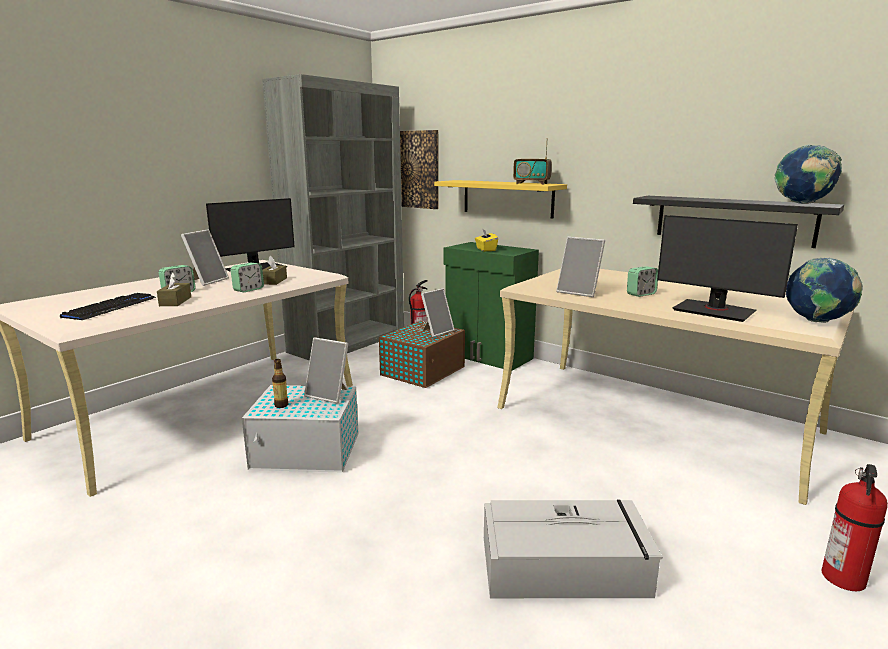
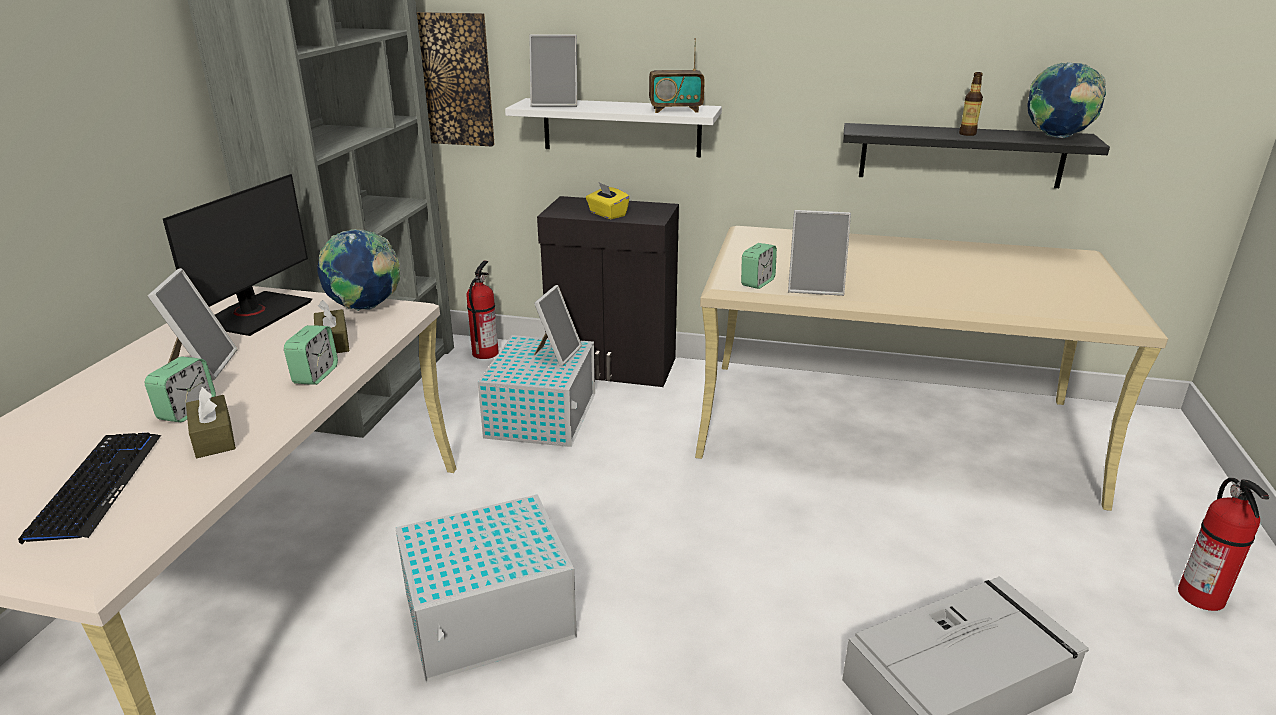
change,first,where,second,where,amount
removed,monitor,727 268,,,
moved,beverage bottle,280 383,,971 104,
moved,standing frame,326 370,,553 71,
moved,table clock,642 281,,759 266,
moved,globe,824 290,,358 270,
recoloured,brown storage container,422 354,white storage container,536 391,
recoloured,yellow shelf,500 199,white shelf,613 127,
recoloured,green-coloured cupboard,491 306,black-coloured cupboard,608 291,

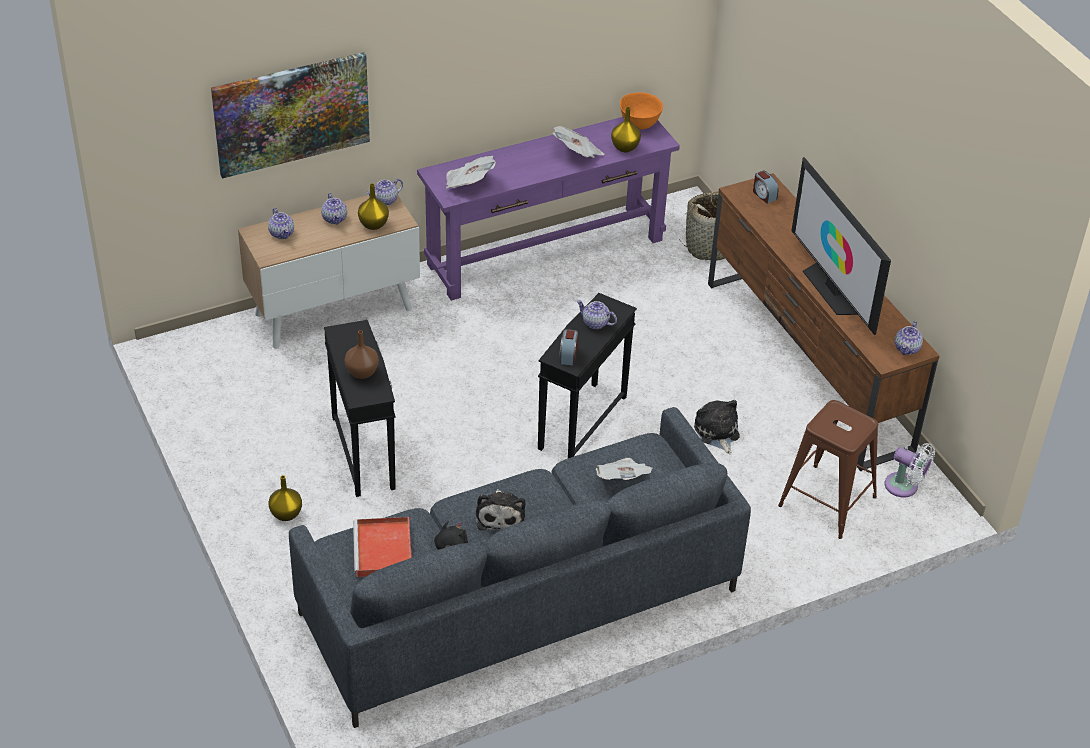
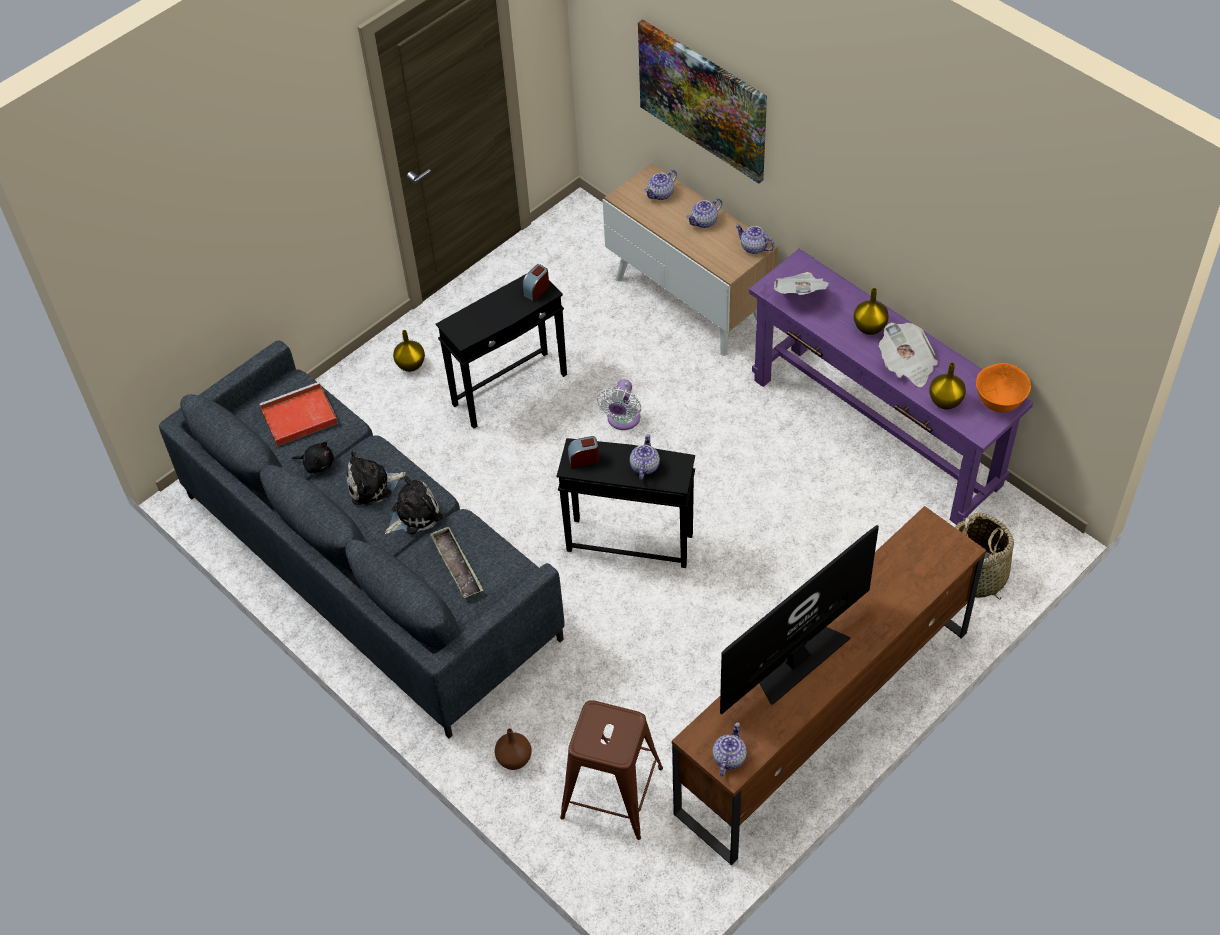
change,first,where,second,where,amount
moved,brown decorative vase,362 354,,513 749,
moved,yellow decorative vase,373 206,,871 311,
moved,plush toy,717 427,,414 505,
moved,table clock,766 187,,535 282,
moved,white fan,910 470,,619 404,
replaced,newspaper,624 469,tray,457 562,
turned,teapot,909 338,,730 749,105 degrees clockwise

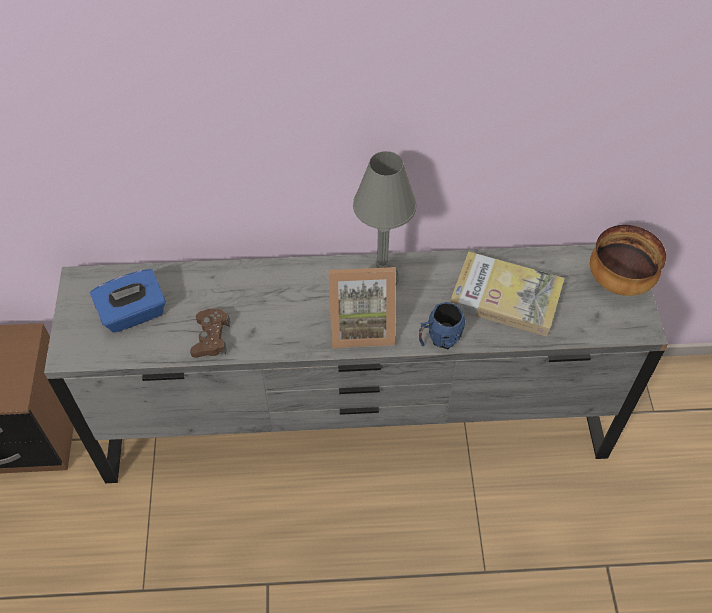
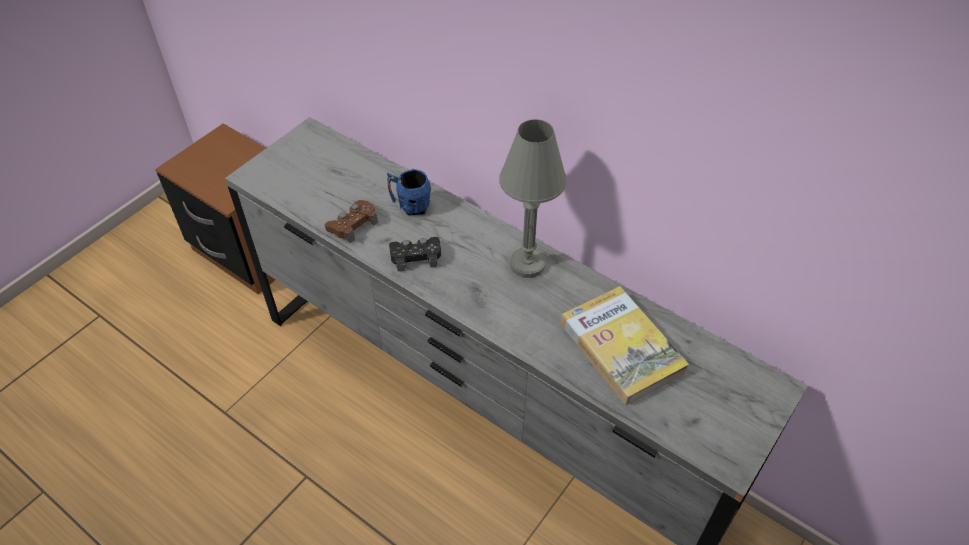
change,first,where,second,where,amount
removed,blue tissue holder,128 301,,,
removed,standing frame,362 307,,,
removed,deep dish,628 260,,,
added,,,black-coloured joypad,415 254,
moved,blue tea mug,442 325,,409 192,

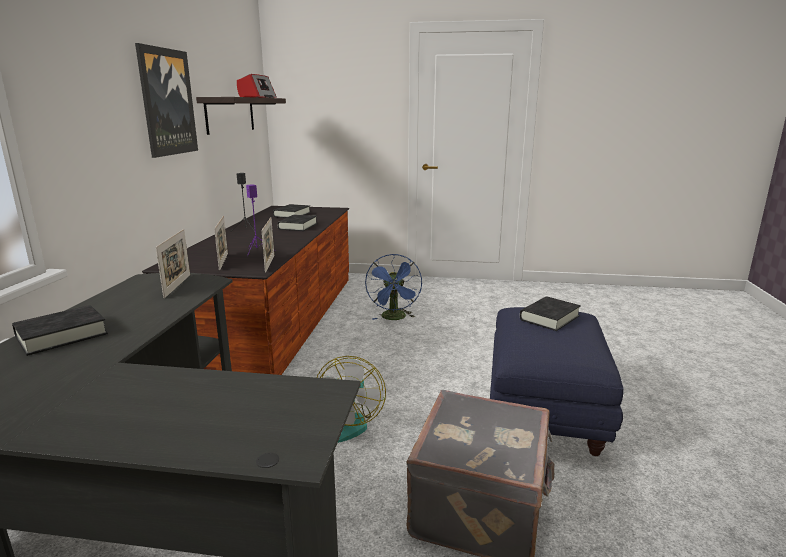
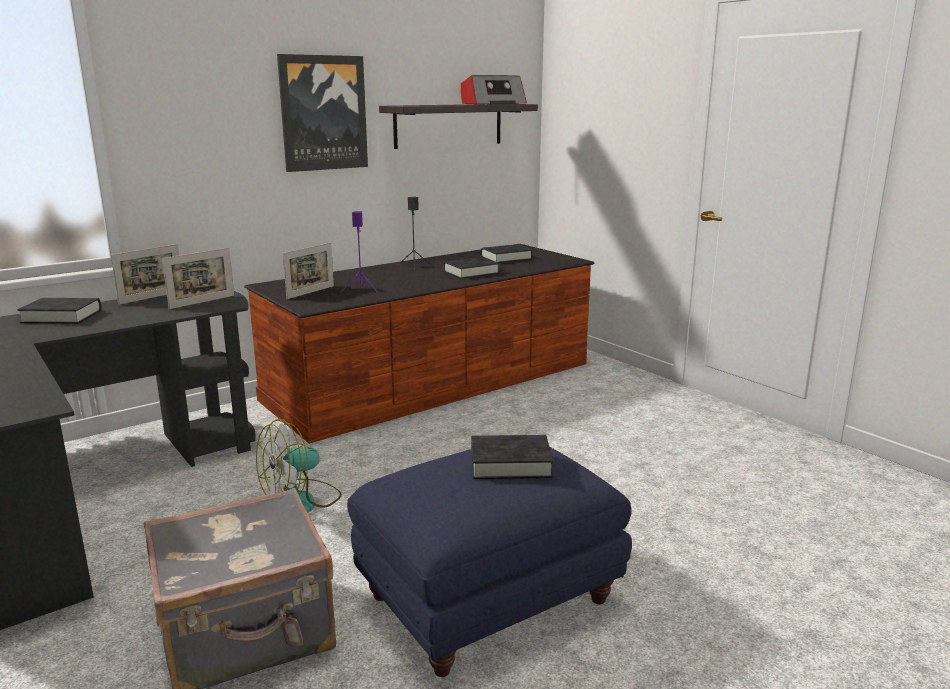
change,first,where,second,where,amount
removed,blue fan,393 287,,,
moved,standing frame,267 245,,145 274,

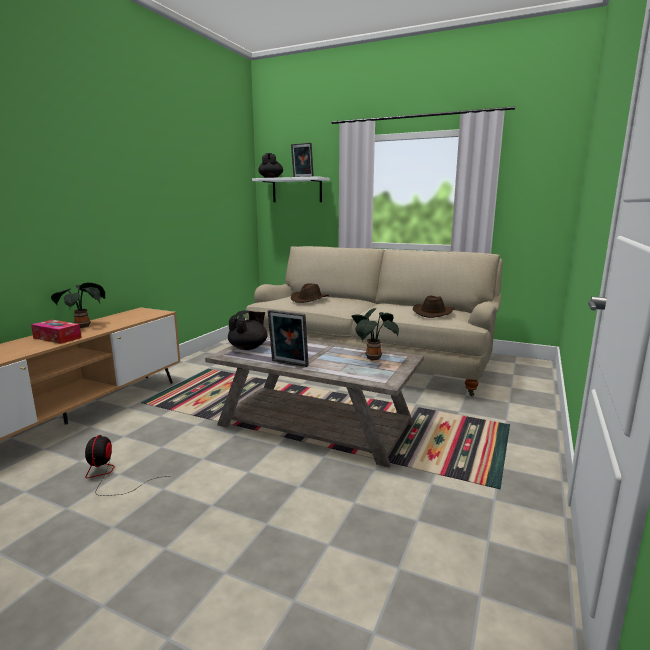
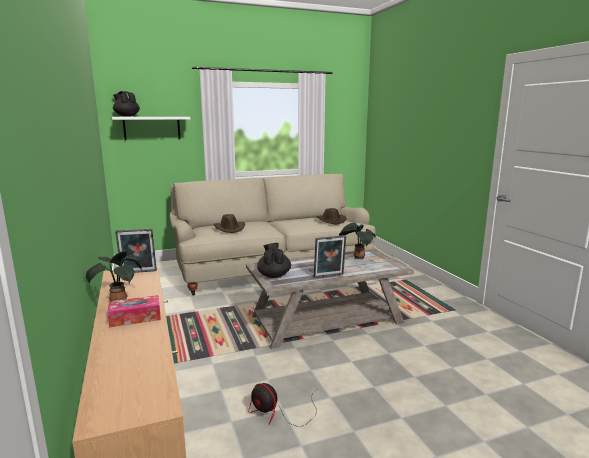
change,first,where,second,where,amount
moved,standing frame,302 160,,136 251,

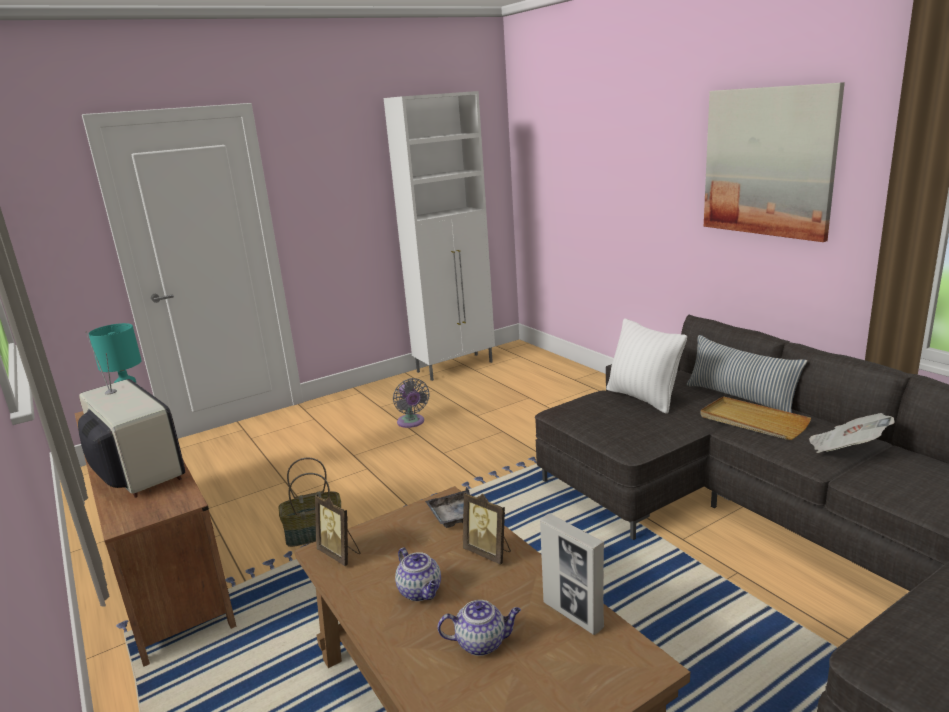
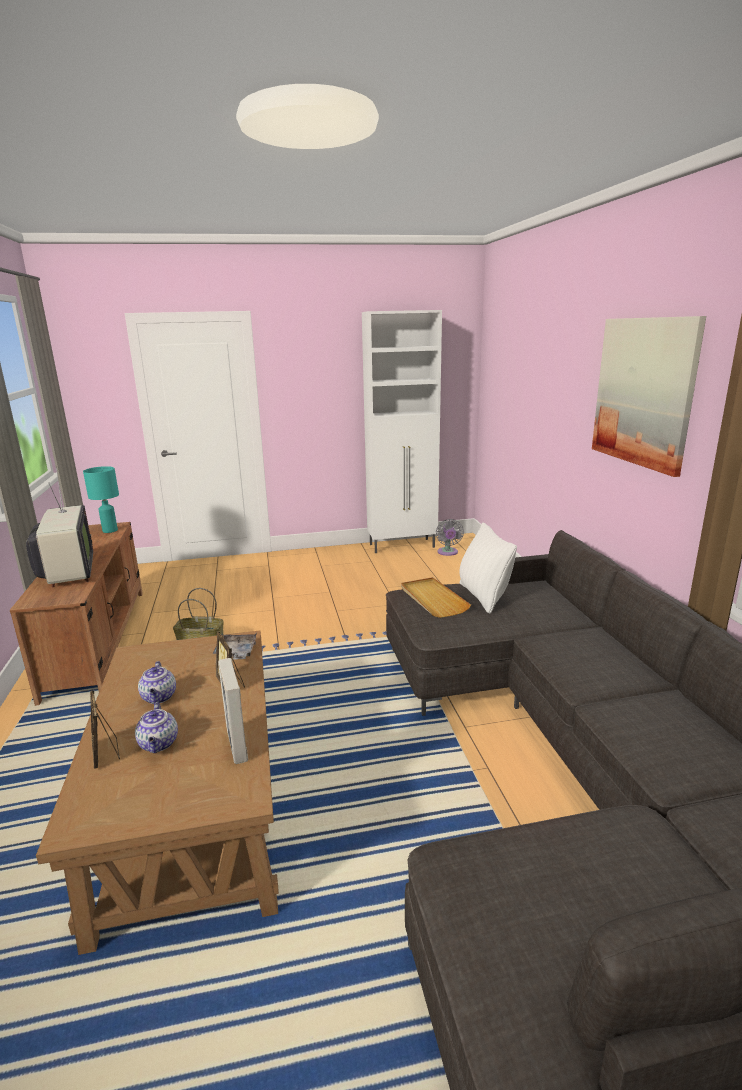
change,first,where,second,where,amount
removed,cushion,747 374,,,
removed,newspaper,852 433,,,
moved,standing frame,338 530,,105 730,
moved,gray fan,411 403,,450 537,
moved,beige-coloured tray,756 418,,436 597,
turned,teapot,479 628,,156 727,60 degrees clockwise

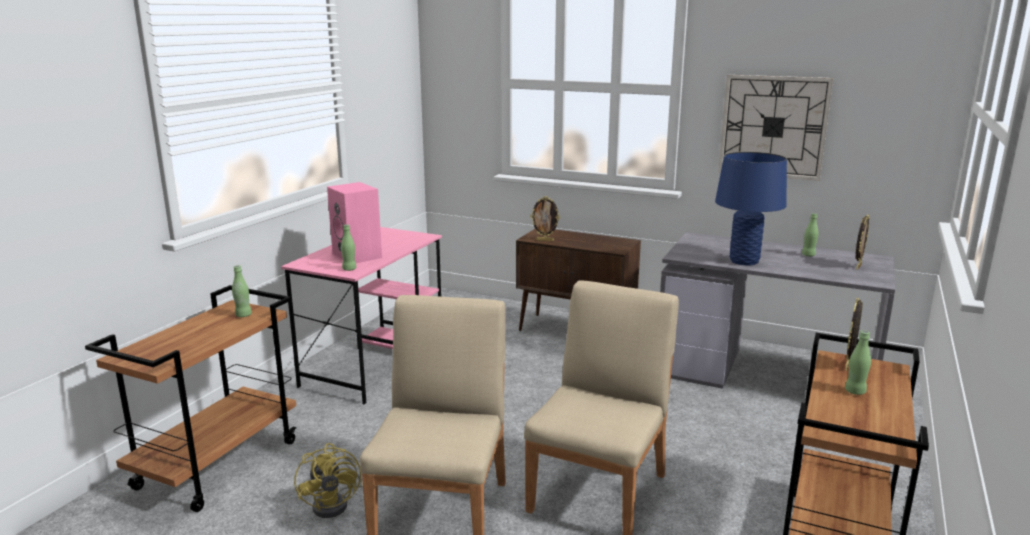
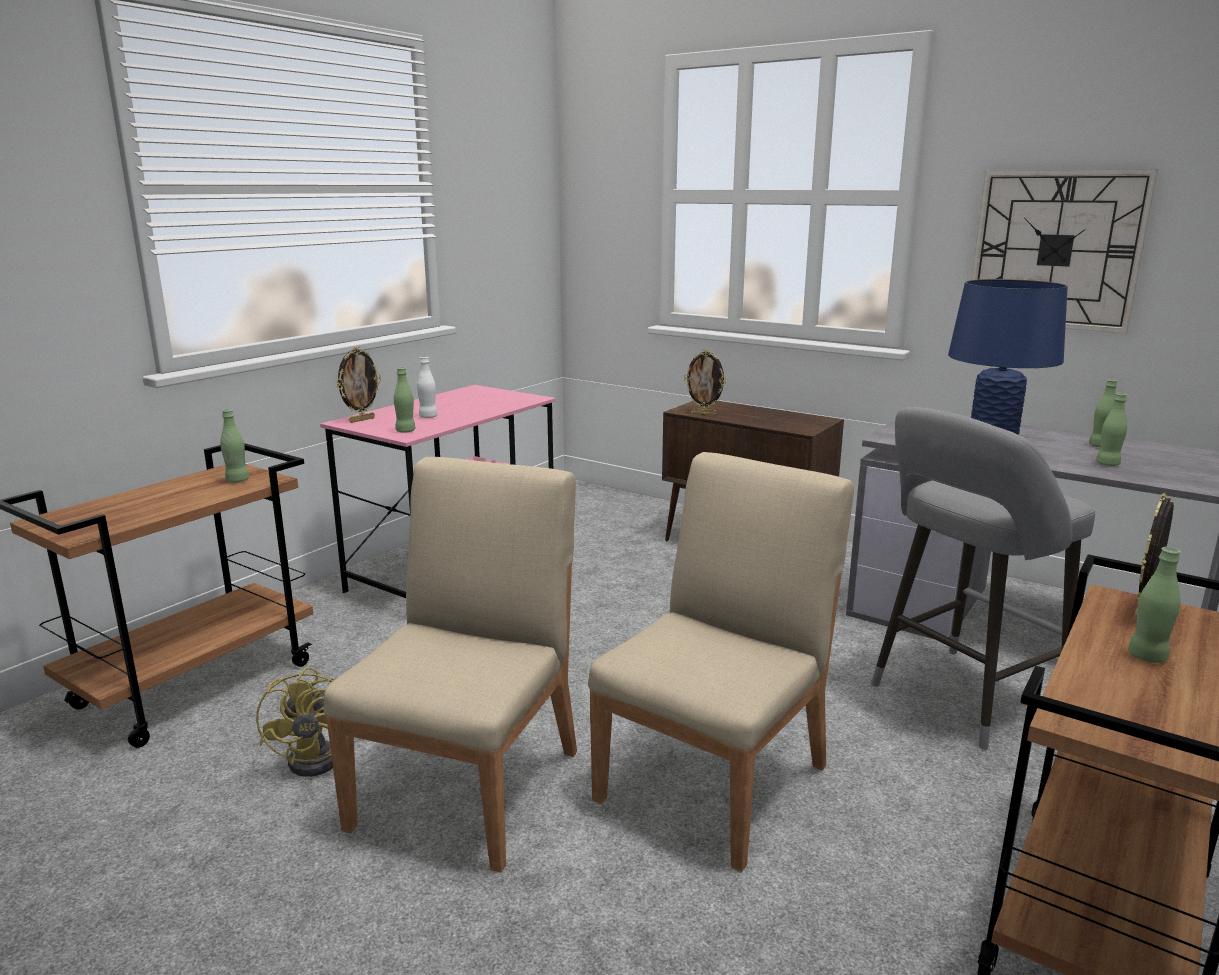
change,first,where,second,where,amount
added,,,gray stool,983 578,
added,,,green-coloured beverage bottle,1111 429,
moved,standing frame,862 242,,358 385,
replaced,pink speaker,354 222,white beverage bottle,427 387,

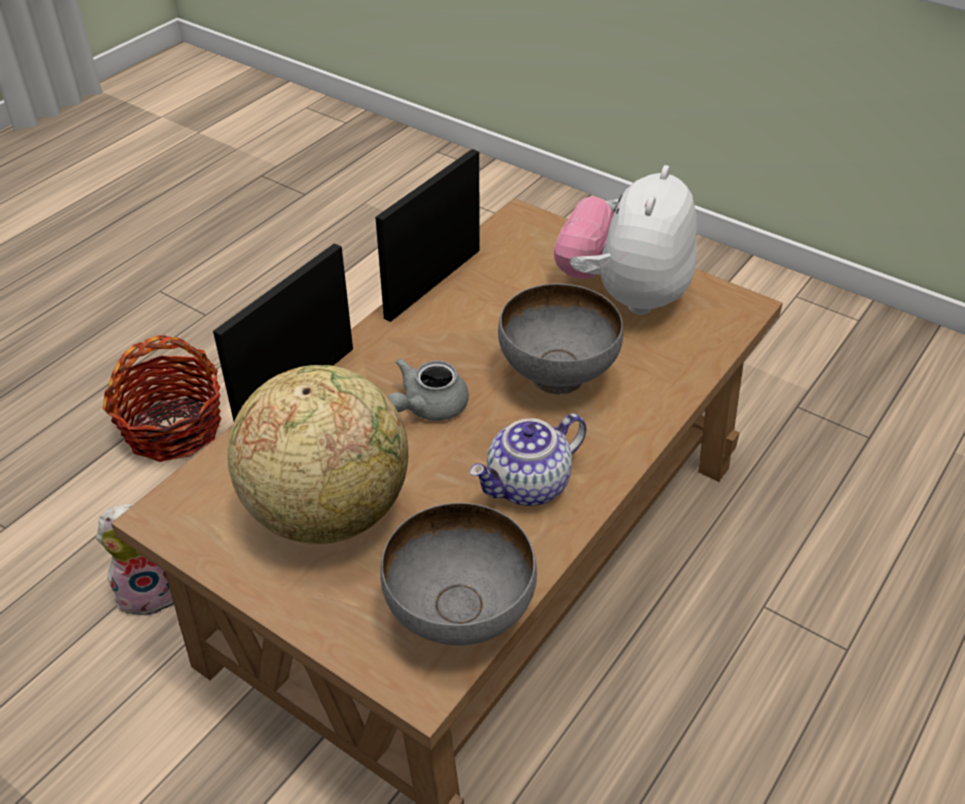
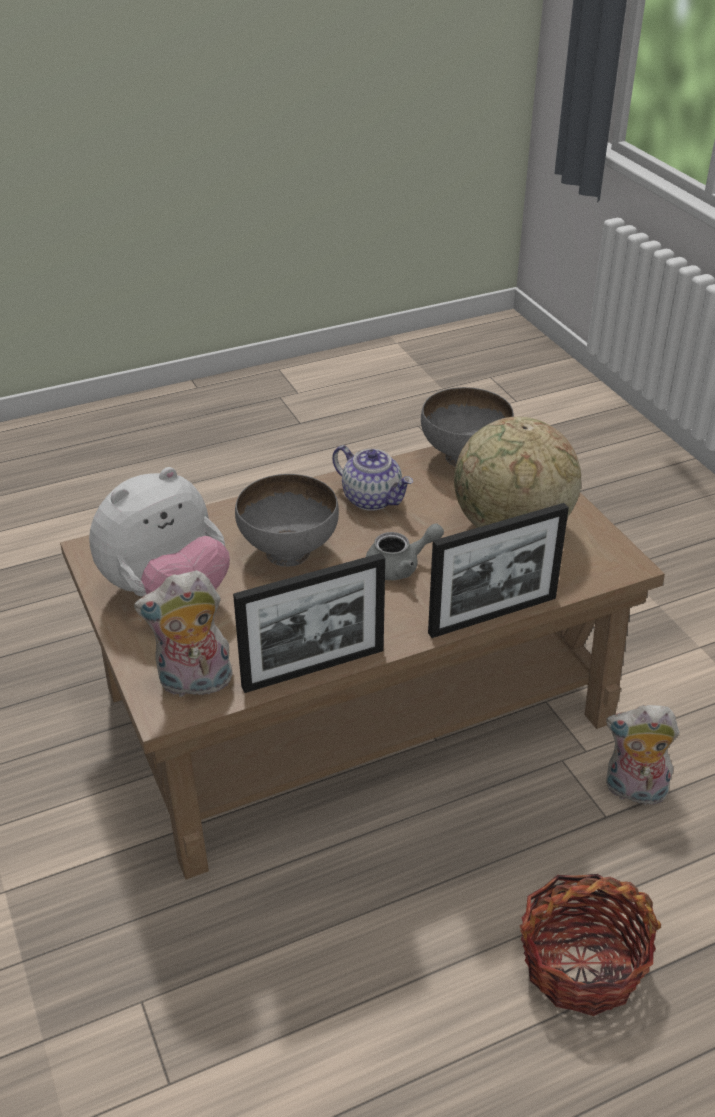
change,first,where,second,where,amount
added,,,plush toy,184 633,
turned,teapot,528 459,,372 478,45 degrees clockwise

